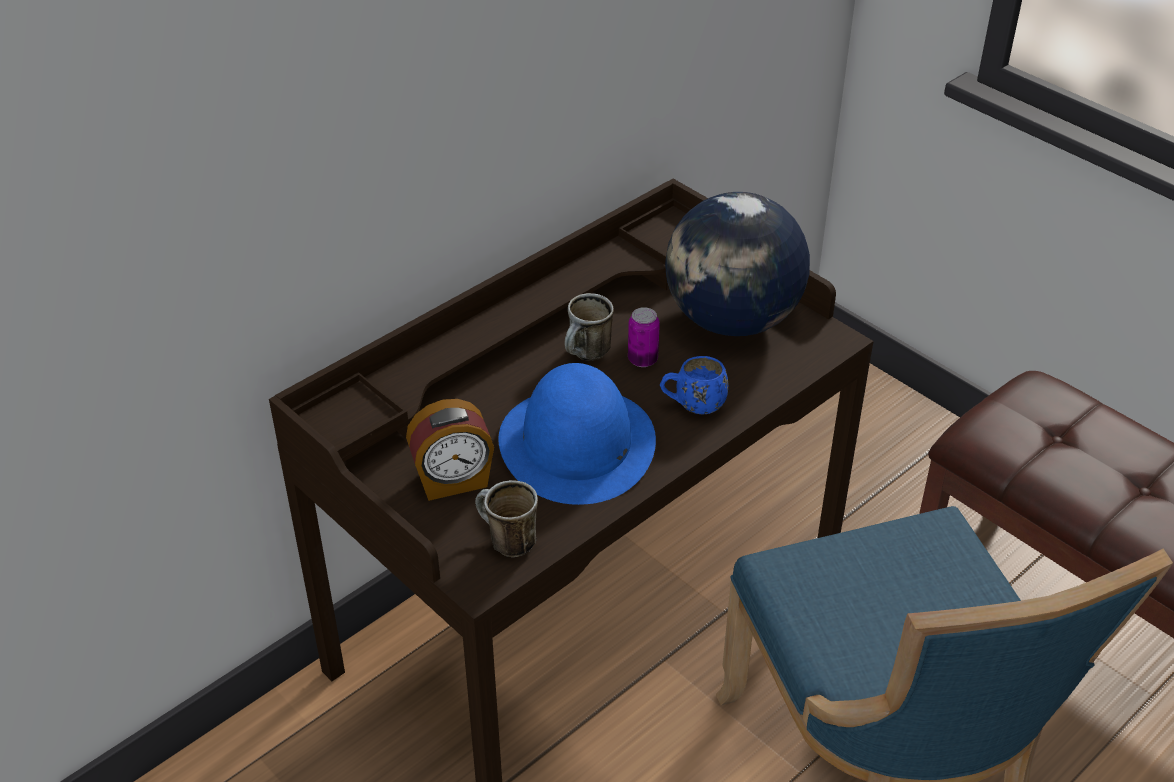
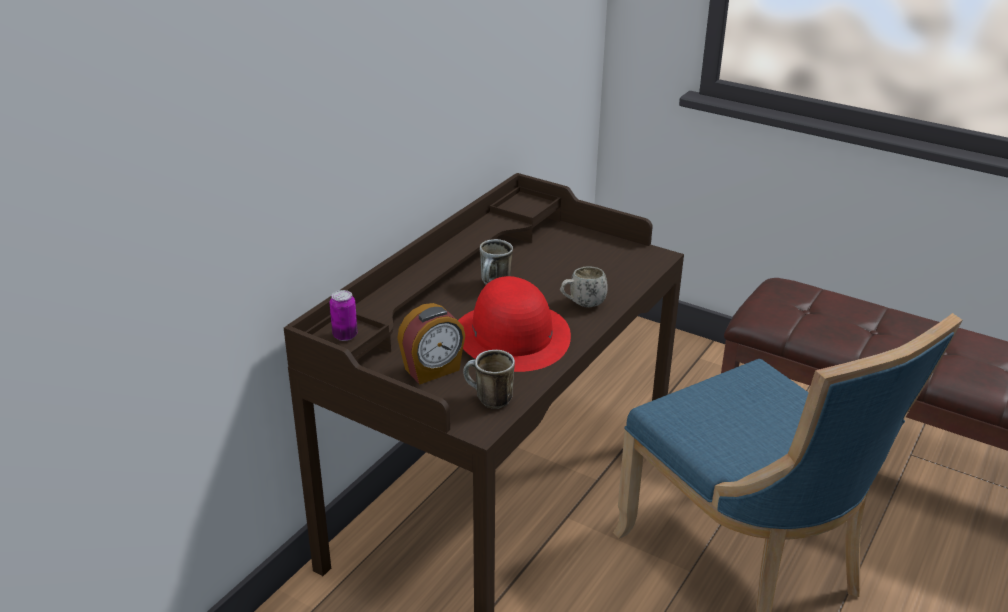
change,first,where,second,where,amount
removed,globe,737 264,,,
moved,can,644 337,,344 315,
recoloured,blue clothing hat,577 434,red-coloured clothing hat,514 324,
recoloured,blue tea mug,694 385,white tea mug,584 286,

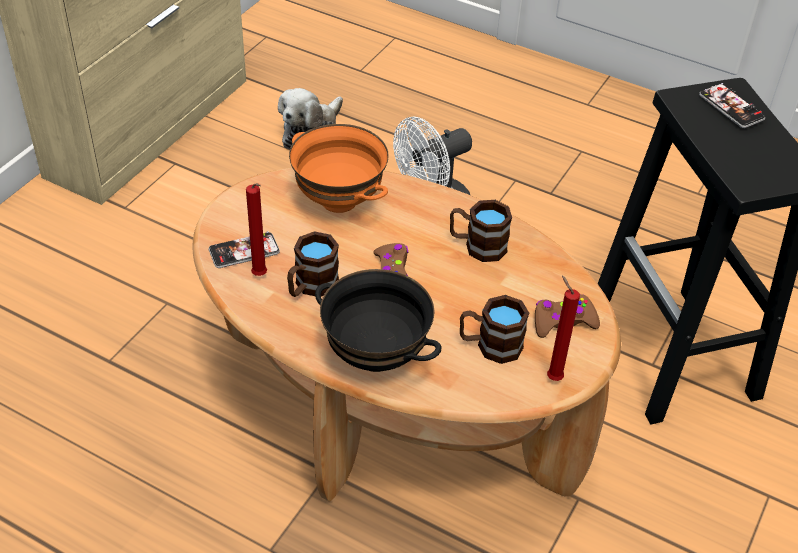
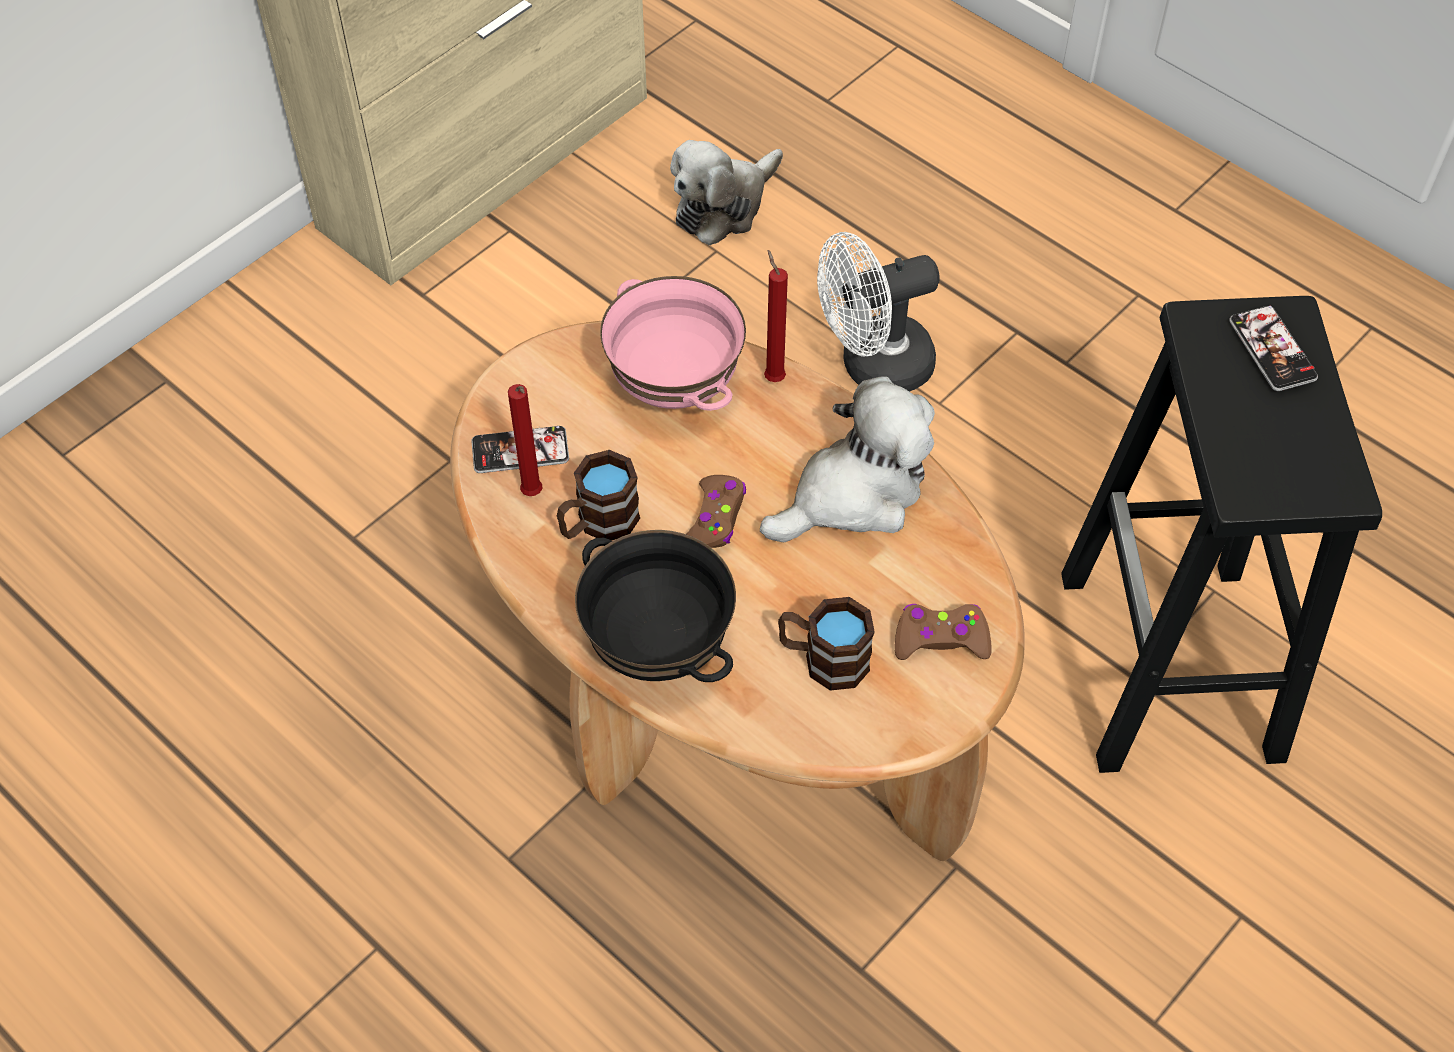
change,first,where,second,where,amount
moved,red-coloured wax candle,563 328,,776 316,
replaced,brown tea mug,481 231,plush toy,847 459,
recoloured,orangey deep dish,339 168,pink deep dish,673 343,

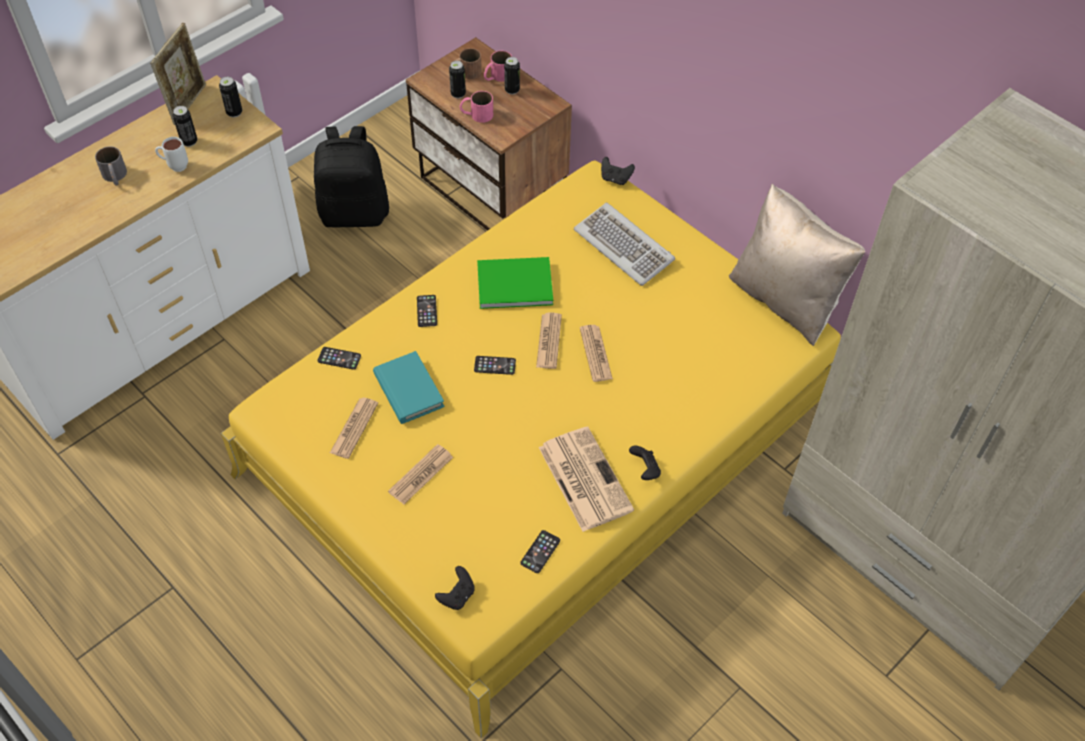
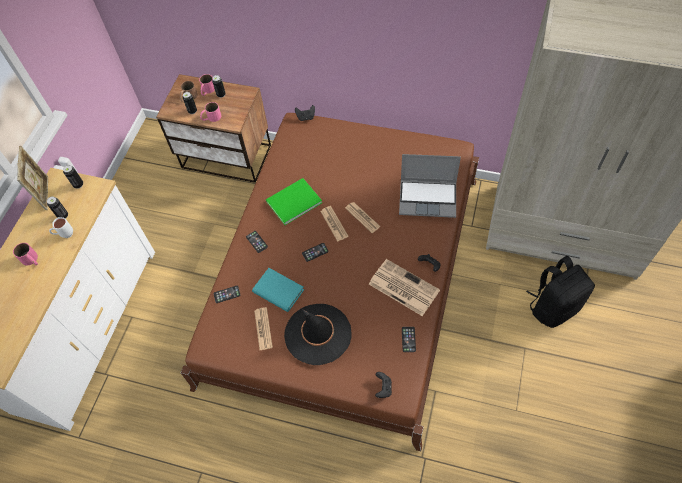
change,first,where,second,where,amount
removed,PC keyboard,624 244,,,
removed,beige-coloured cushion,797 264,,,
added,,,notebook computer,430 186,
moved,black-coloured backpack,351 176,,560 292,
replaced,newspaper,420 474,black-coloured clothing hat,318 334,
recoloured,gray tea mug,111 165,pink tea mug,25 254,
recoloured,yellow bedroom bed,531 449,brown bedroom bed,330 282,

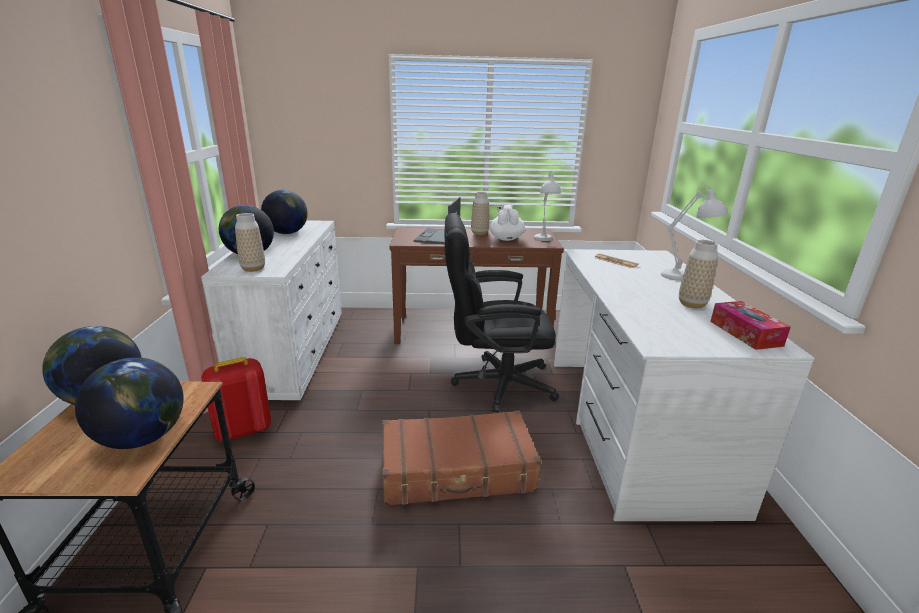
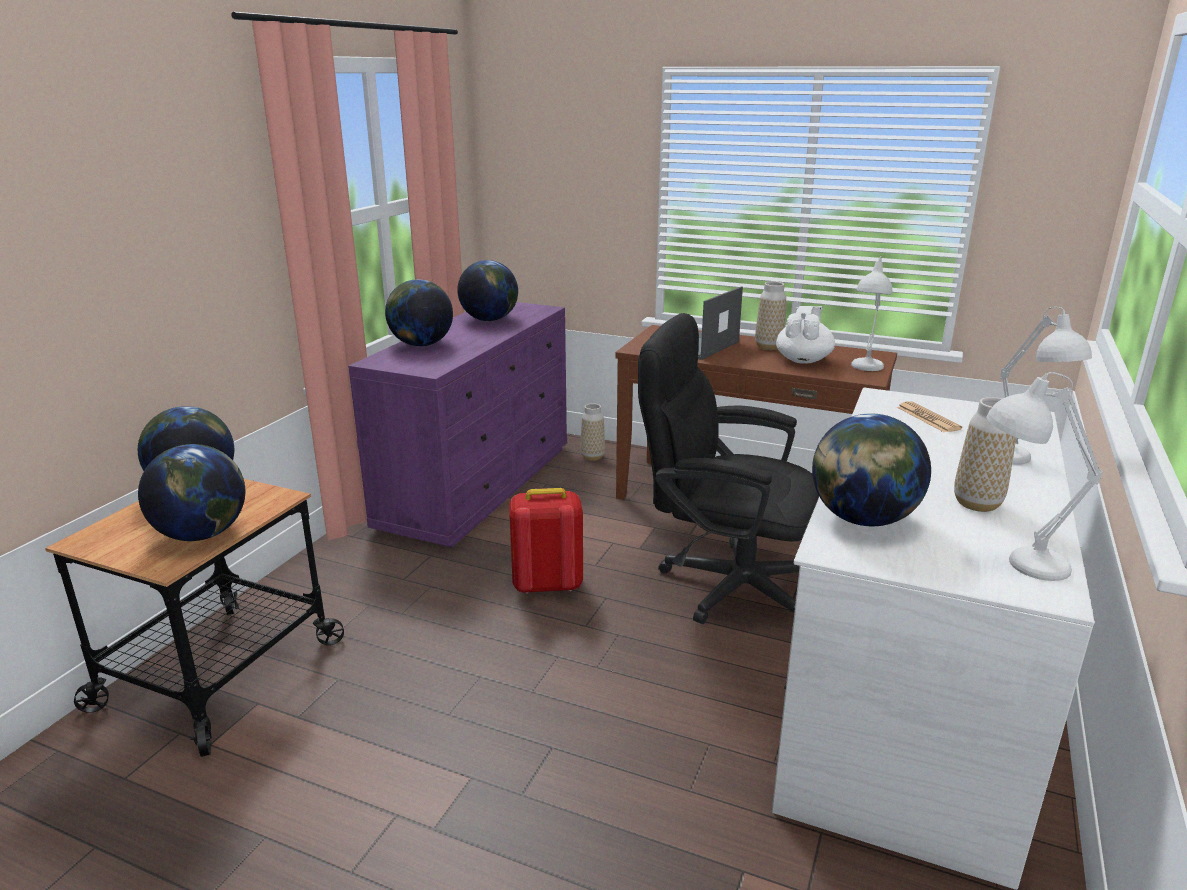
change,first,where,second,where,amount
removed,brown piece of luggage,461 458,,,
added,,,globe,871 469,
moved,red-coloured backpack,236 399,,546 541,
moved,decorative vase,250 242,,592 432,
replaced,tissue holder,750 325,white tabletop lamp,1044 476,
recoloured,white drawer chest,271 310,purplish drawer chest,457 424,

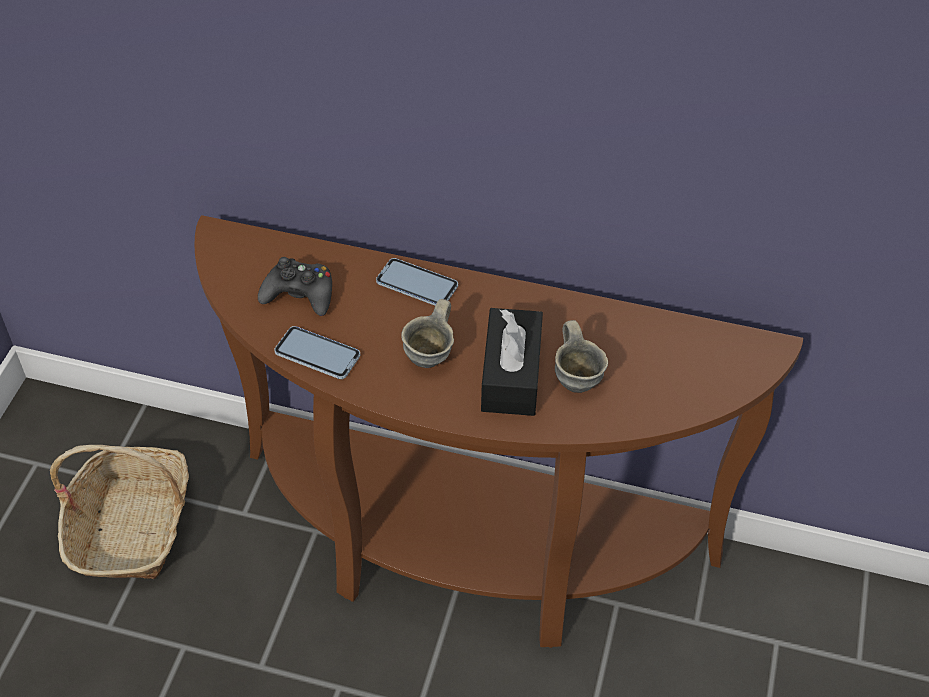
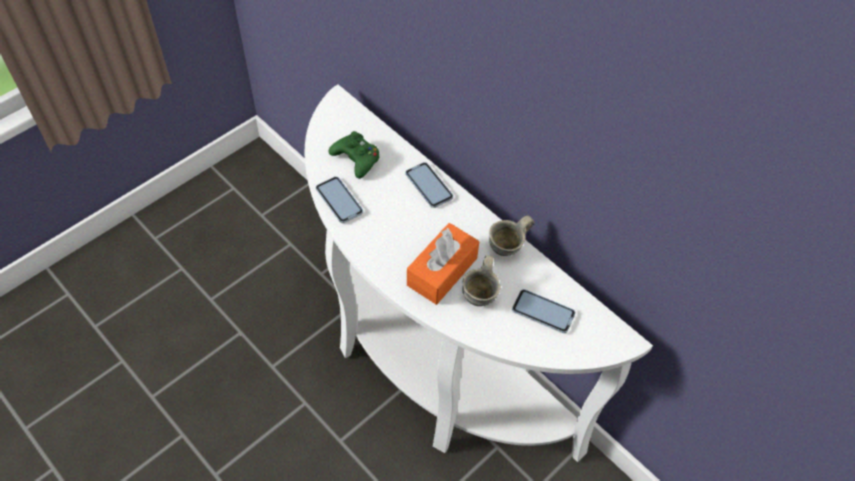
change,first,where,second,where,amount
removed,household basket,119 512,,,
added,,,handset,543 311,
moved,gray tea mug,427 333,,511 236,
recoloured,brown hall table,498 431,white hall table,478 273,
recoloured,black-coloured joypad,295 286,green-coloured joypad,354 155,
recoloured,black-coloured tissue holder,512 362,orangey tissue holder,443 264,

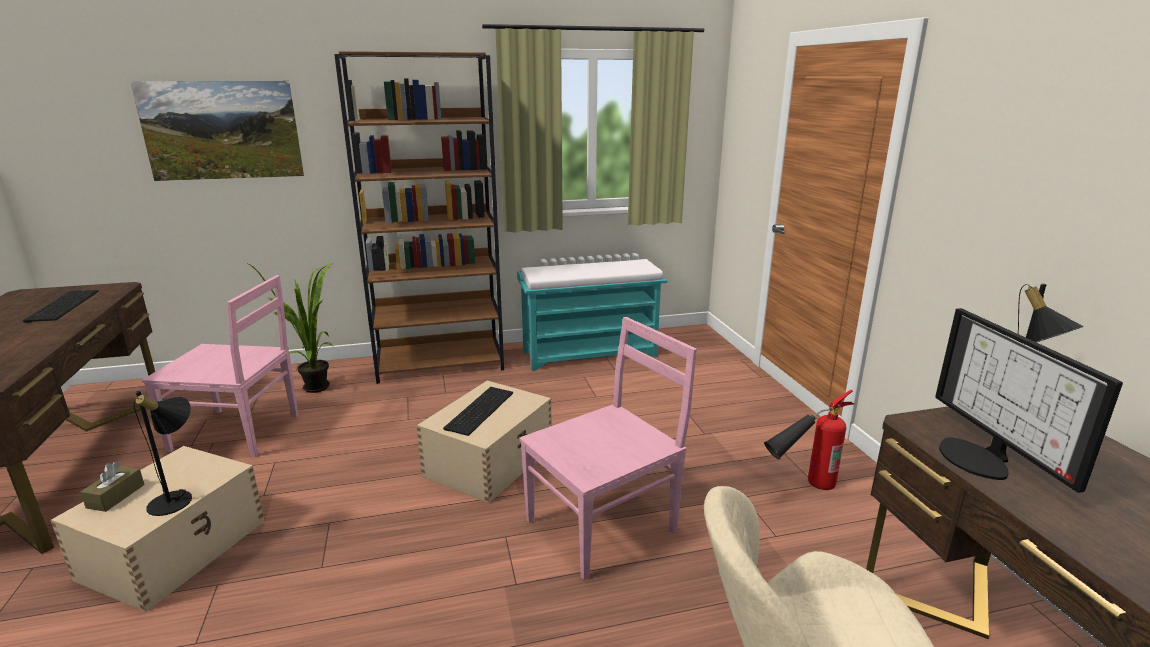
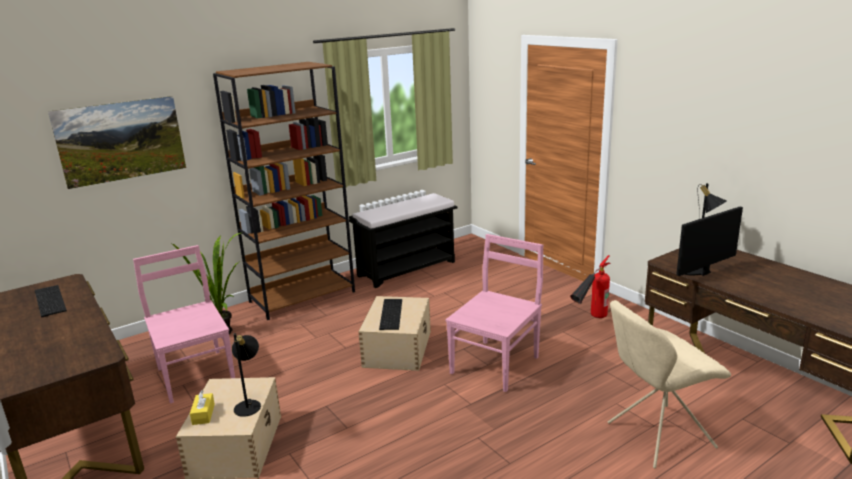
change,first,where,second,where,amount
recoloured,brown tissue holder,112 487,yellow tissue holder,202 407,
recoloured,turquoise-coloured indoor bench,592 315,black-coloured indoor bench,403 240,
turned,pink plain chair,220 366,,184 324,105 degrees counterclockwise
turned,monitor,1029 400,,709 241,90 degrees clockwise

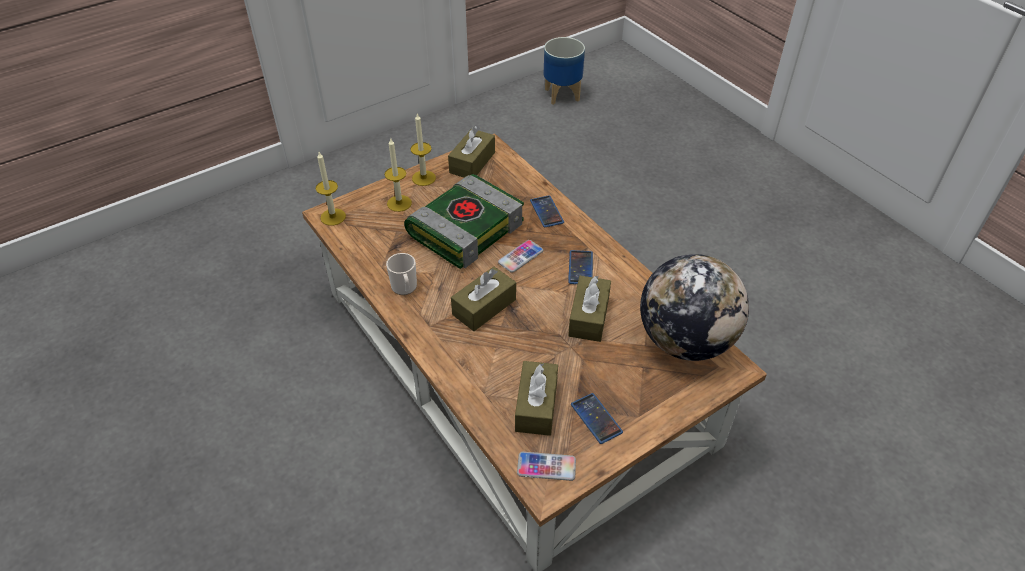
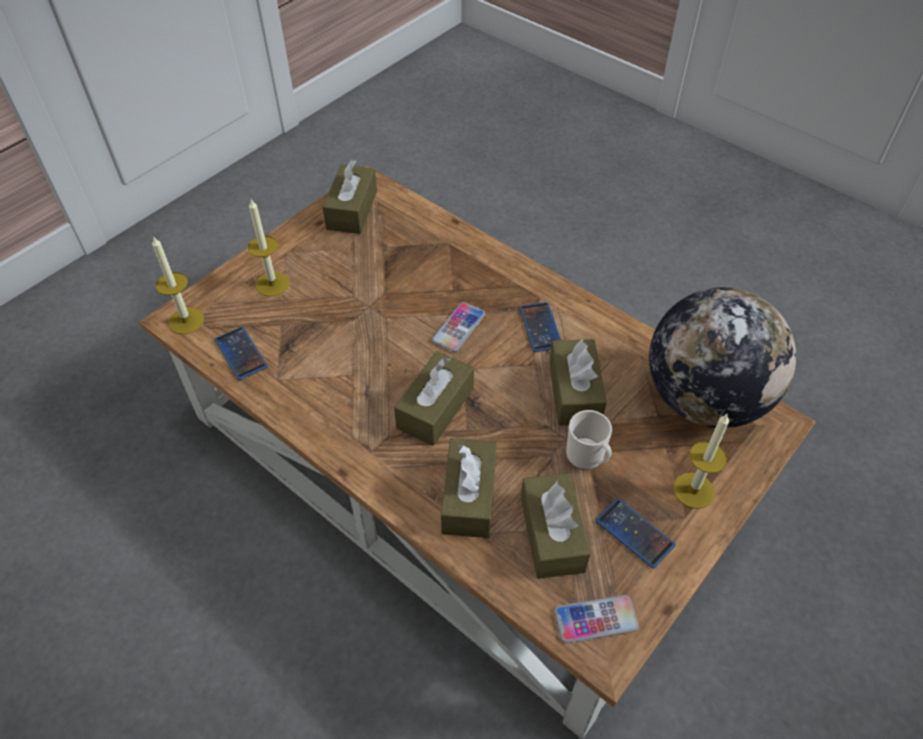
change,first,where,second,where,amount
removed,bound book,464 221,,,
removed,planter,564 71,,,
added,,,brown tissue holder,469 488,
moved,tea mug,401 274,,589 440,
moved,wax candle,423 149,,701 461,
moved,handset,547 211,,241 353,

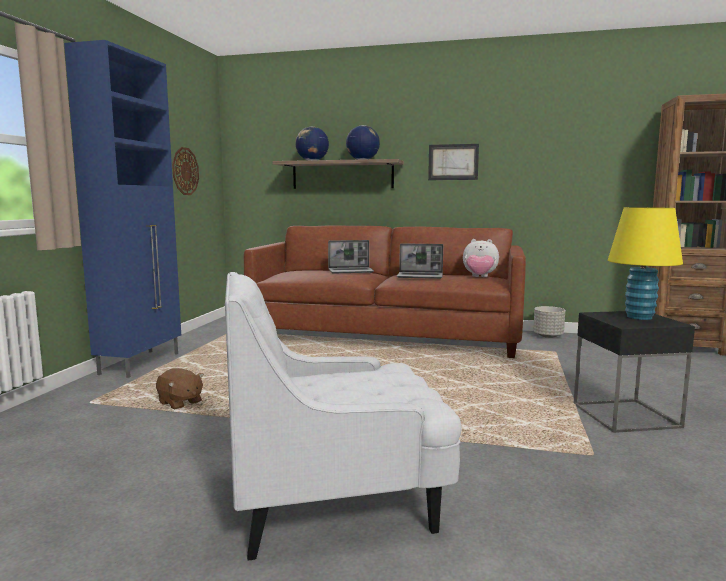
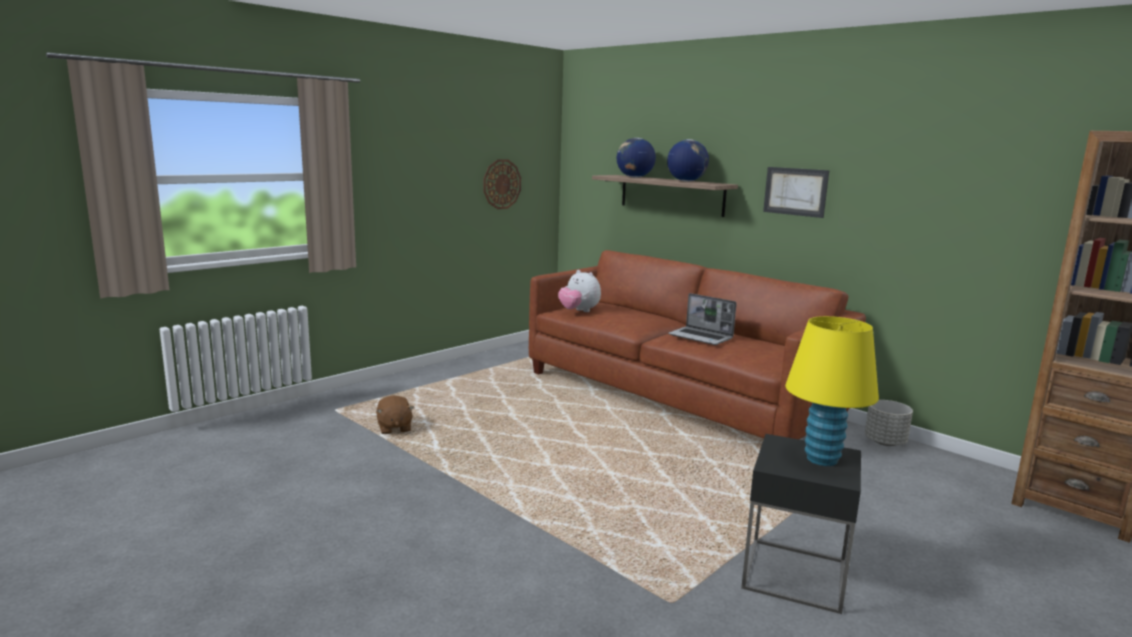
change,first,where,second,where,amount
removed,blue cupboard,122 209,,,
removed,white armchair,343 416,,,
removed,notebook computer,351 256,,,
moved,plush toy,481 258,,579 291,

